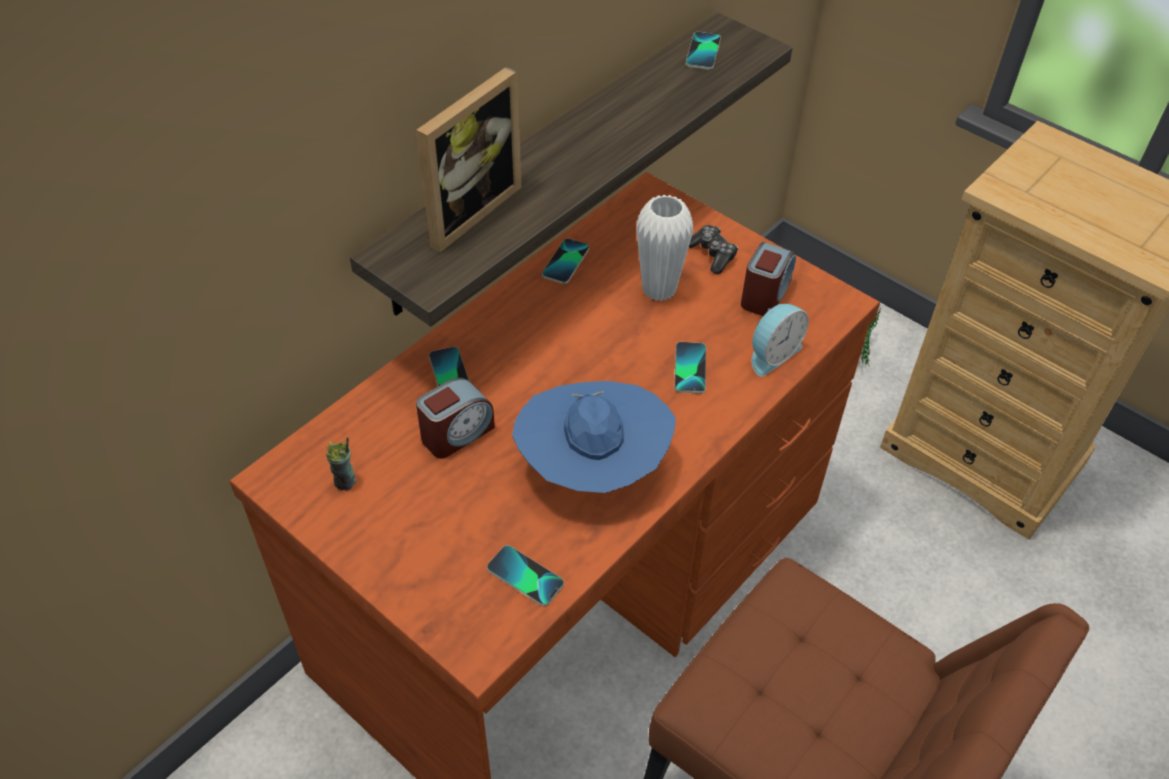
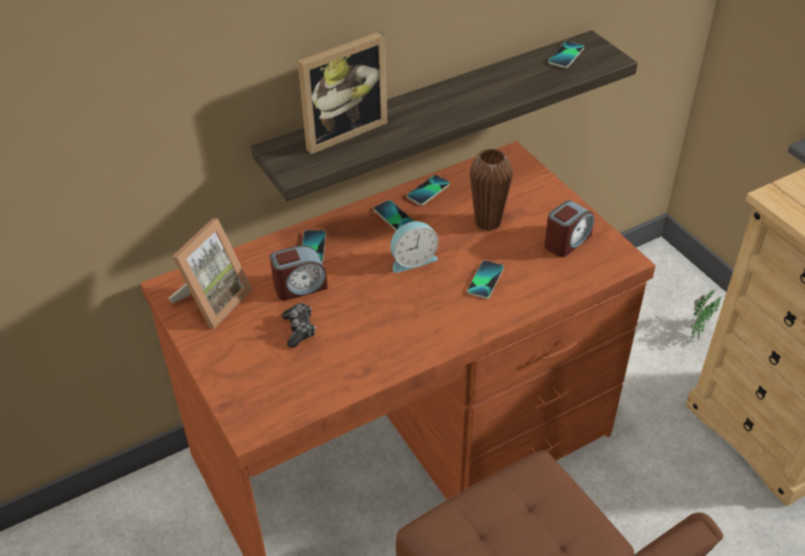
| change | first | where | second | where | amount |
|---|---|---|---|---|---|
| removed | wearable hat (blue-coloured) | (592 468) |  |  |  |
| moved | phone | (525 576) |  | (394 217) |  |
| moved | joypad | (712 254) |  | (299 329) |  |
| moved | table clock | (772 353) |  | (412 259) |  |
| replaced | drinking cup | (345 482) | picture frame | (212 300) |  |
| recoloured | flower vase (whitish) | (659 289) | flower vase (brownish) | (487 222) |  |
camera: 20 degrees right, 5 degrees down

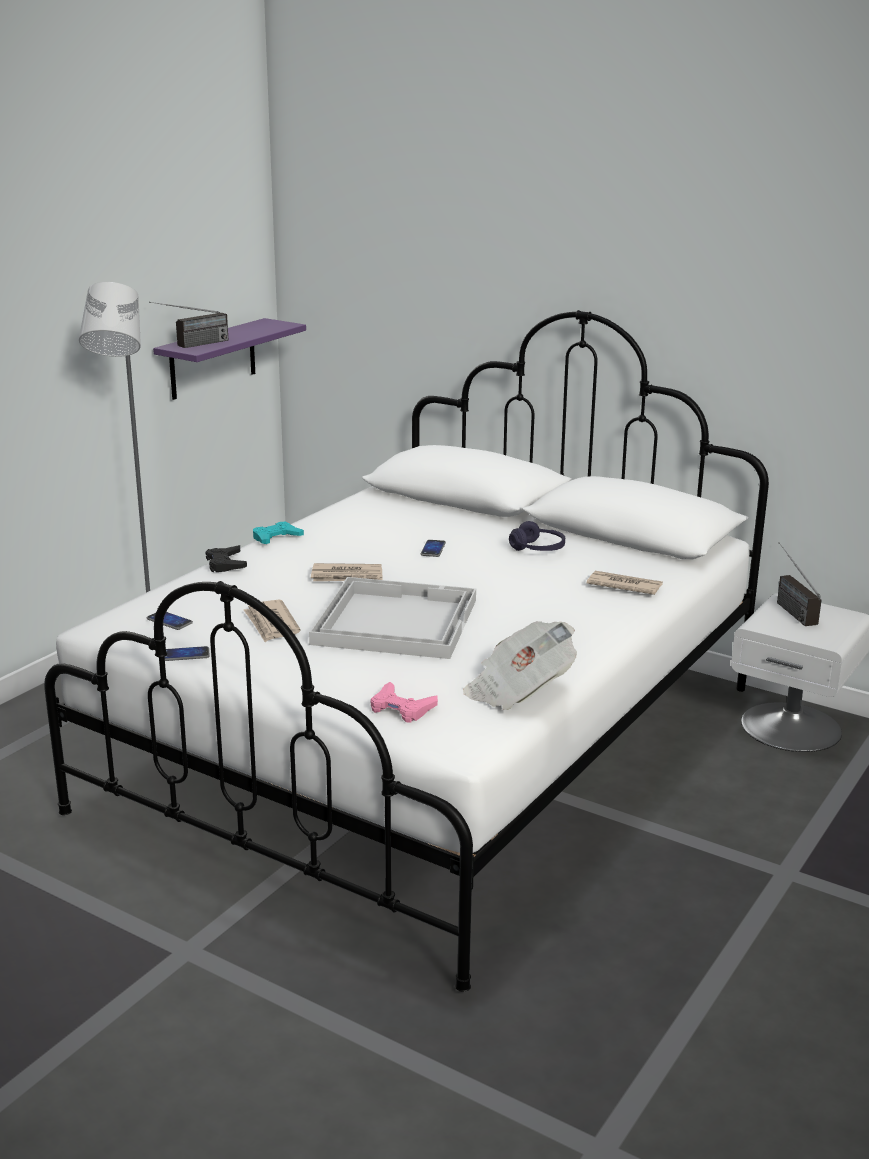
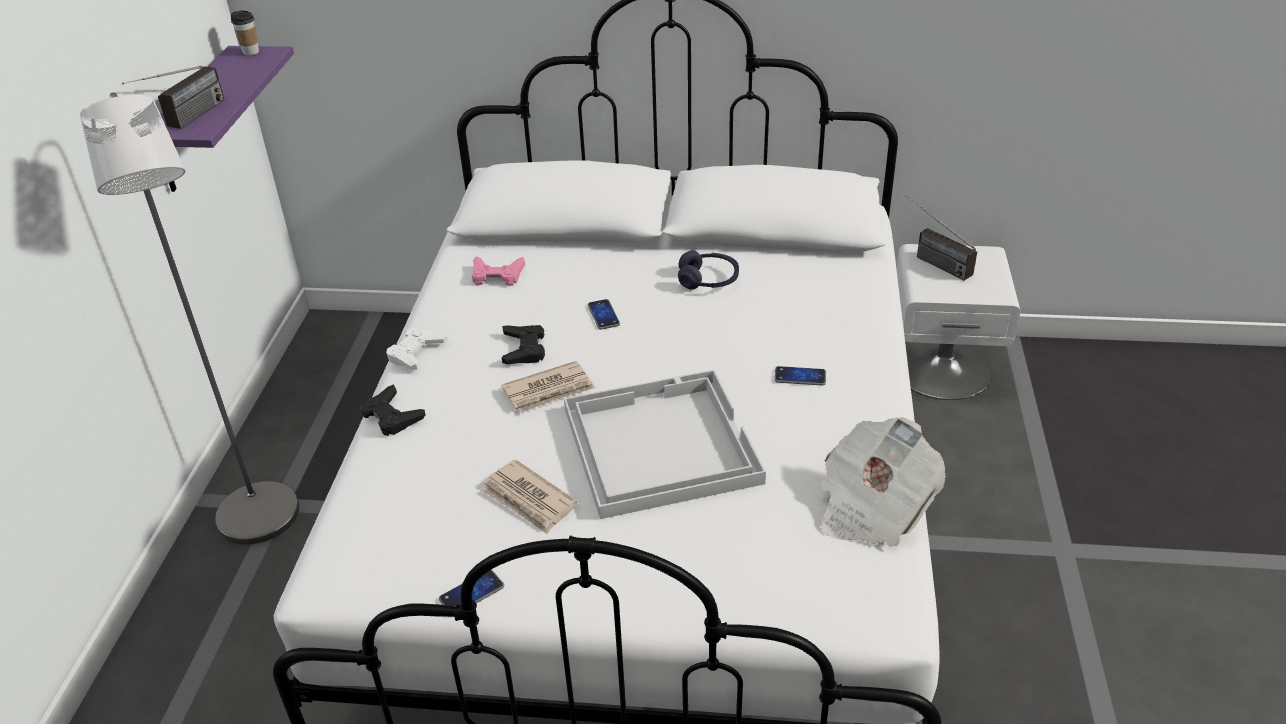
| change | first | where | second | where | amount |
|---|---|---|---|---|---|
| removed | newspaper | (623 586) |  |  |  |
| added |  |  | drinking cup | (251 52) |  |
| added |  |  | joypad (black) | (524 349) |  |
| moved | phone | (169 621) |  | (800 377) |  |
| moved | joypad (pinkish) | (401 708) |  | (497 275) |  |
| recoloured | joypad (turquoise) | (276 538) | joypad (whitish) | (416 353) |  |
camera: 25 degrees left, 15 degrees up

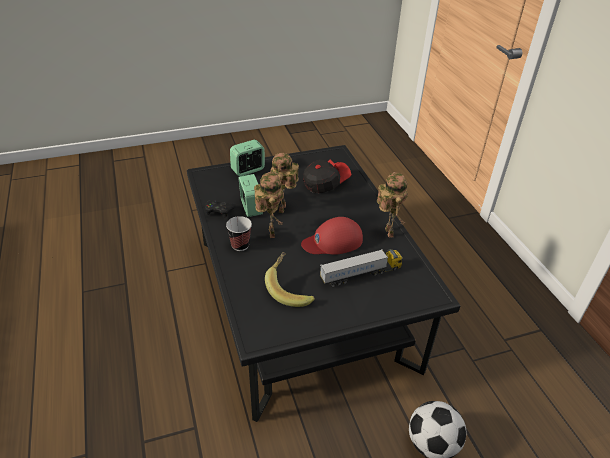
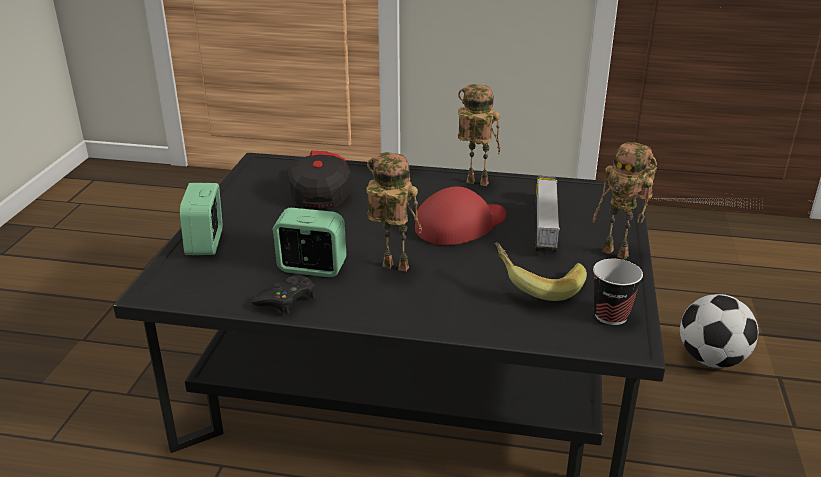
| change | first | where | second | where | amount |
|---|---|---|---|---|---|
| moved | drinking cup | (240 245) |  | (611 315) |  |
| moved | toy robot | (283 209) |  | (618 253) |  |
| turned | cap (reddish) | (333 241) |  | (460 224) | 135 degrees counterclockwise |
camera: 60 degrees left, 10 degrees down

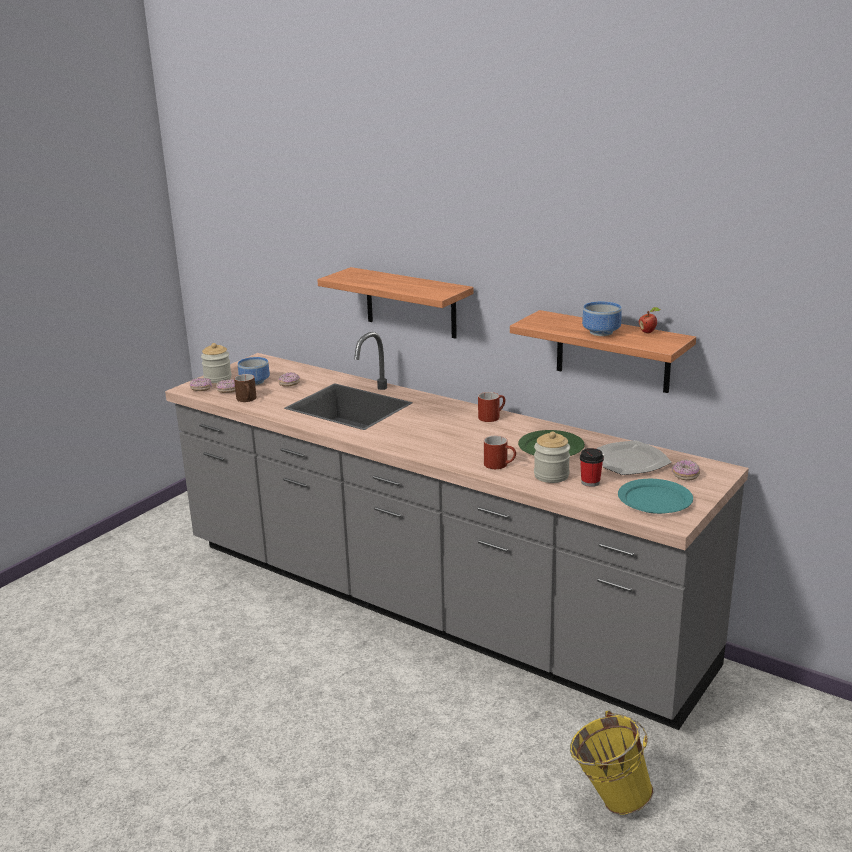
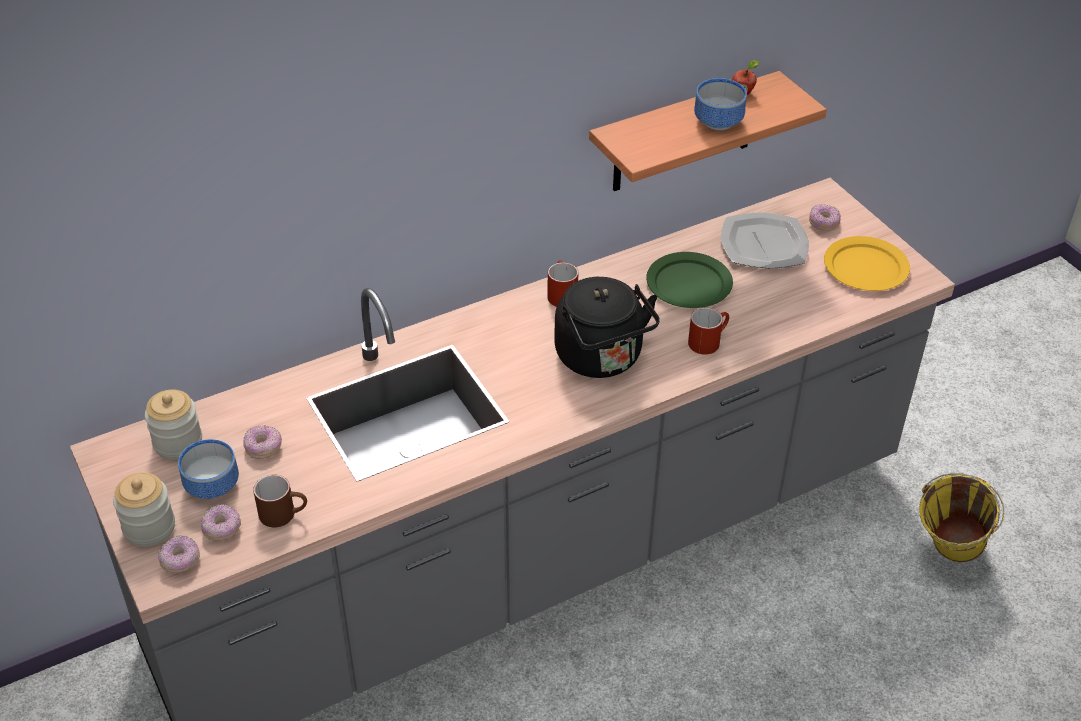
| change | first | where | second | where | amount |
|---|---|---|---|---|---|
| removed | bracket shelf | (410 303) |  |  |  |
| removed | drinking cup | (590 482) |  |  |  |
| added |  |  | kettle (black) | (602 359) |  |
| moved | preserve jar | (551 475) |  | (178 442) |  |
| recoloured | dinner plate (turquoise) | (654 500) | dinner plate (yellow) | (866 268) |  |
camera: 65 degrees left, 20 degrees up

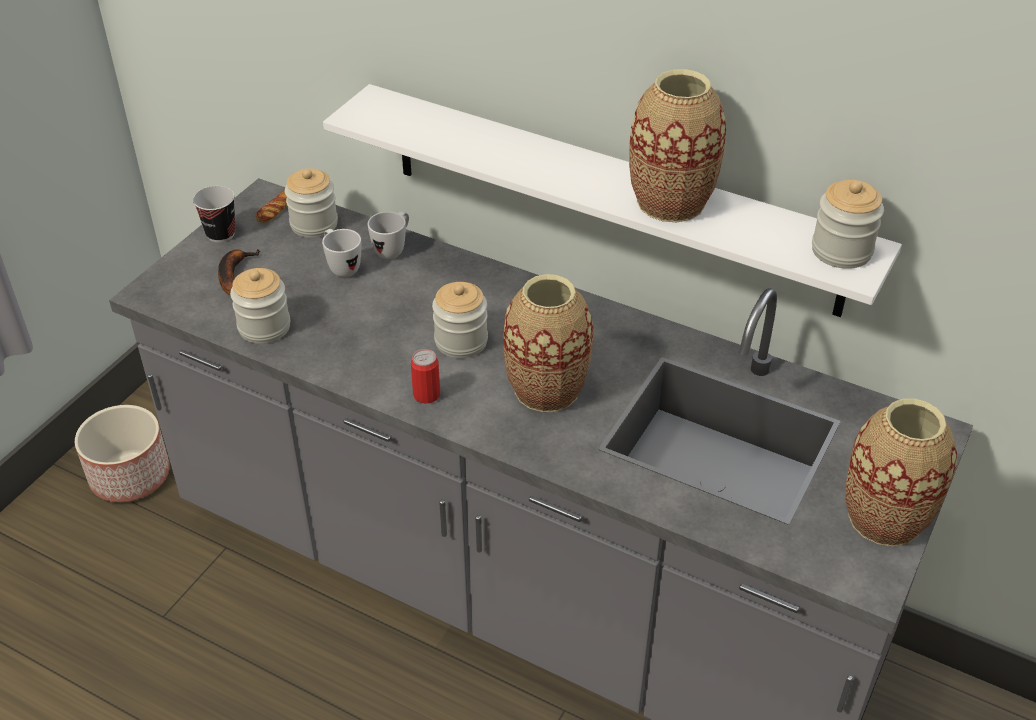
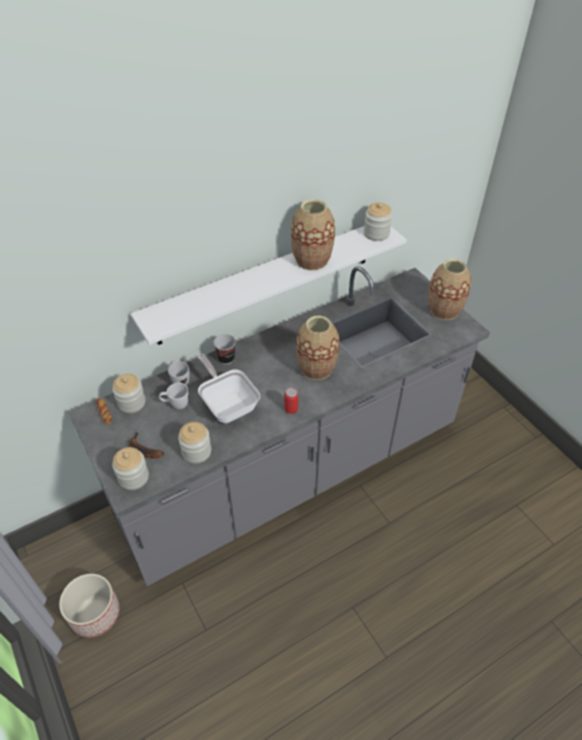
| change | first | where | second | where | amount |
|---|---|---|---|---|---|
| added |  |  | skillet | (228 404) |  |
| moved | drinking cup | (221 234) |  | (226 358) |  |
| moved | preserve jar | (461 341) |  | (133 477) |  |
camera: 60 degrees left, 5 degrees up

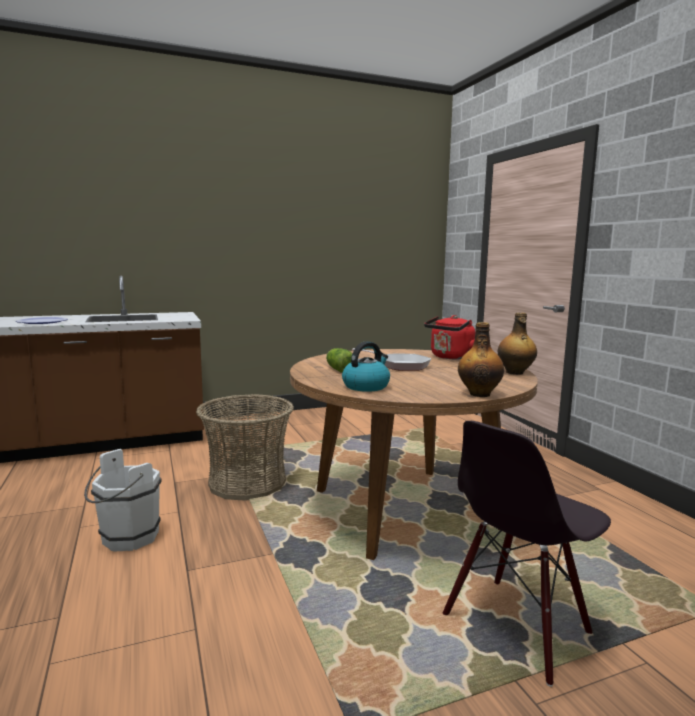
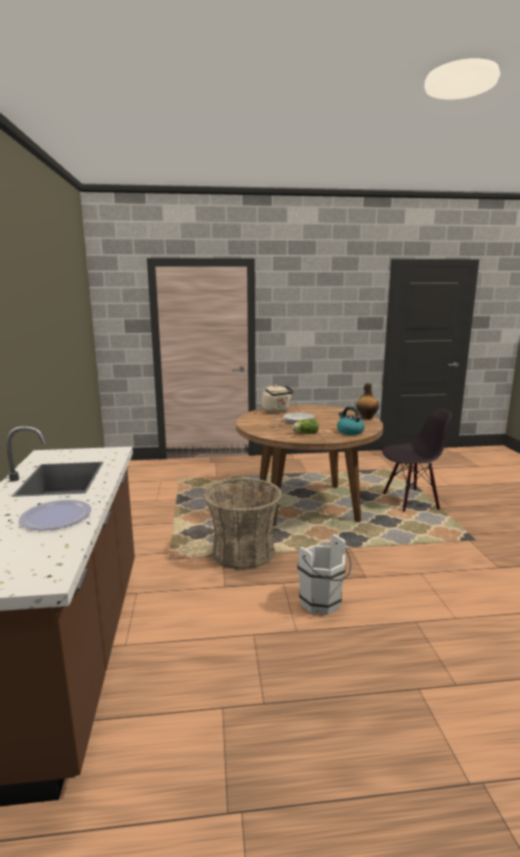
| change | first | where | second | where | amount |
|---|---|---|---|---|---|
| removed | drink bottle | (515 372) |  |  |  |
| recoloured | kettle (reddish) | (450 357) | kettle (beige) | (276 411) |  |
| turned | upright chair (black) | (517 626) |  | (410 501) | 75 degrees counterclockwise |
camera: 75 degrees left, 5 degrees up

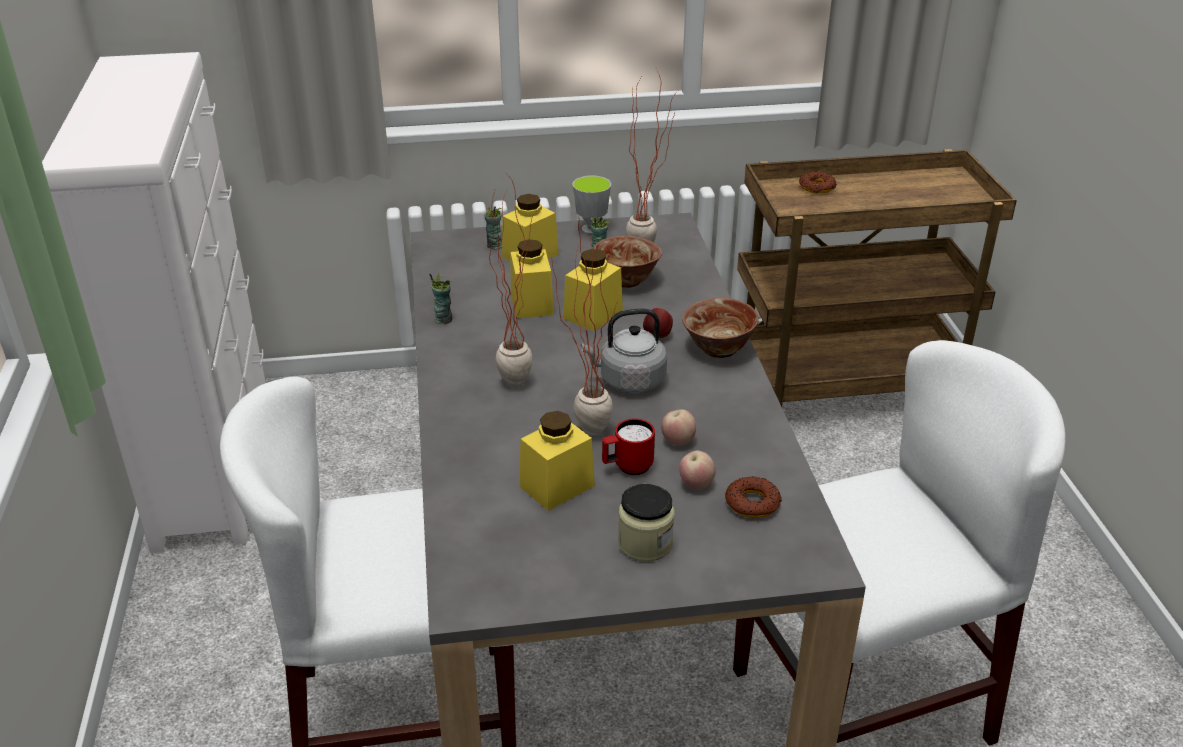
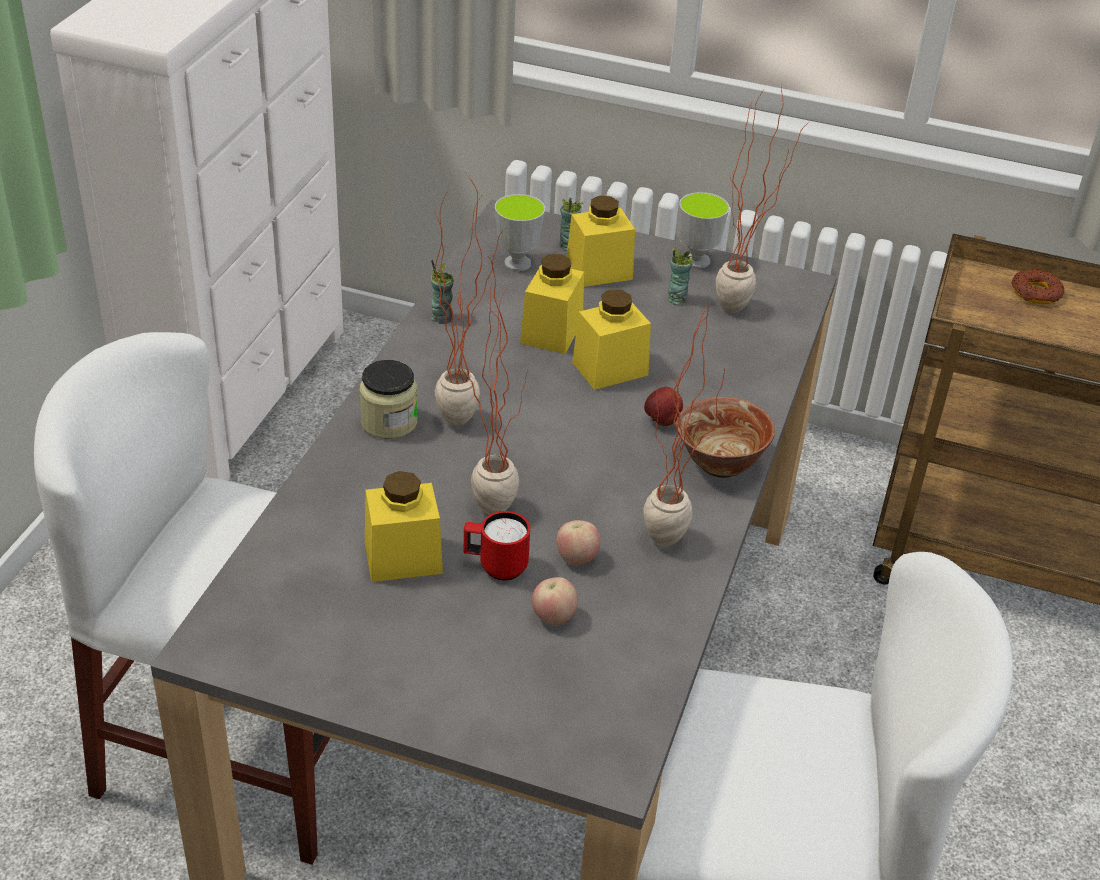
| change | first | where | second | where | amount |
|---|---|---|---|---|---|
| removed | kettle (greyish) | (628 381) |  |  |  |
| removed | bowl | (625 280) |  |  |  |
| removed | doughnut | (752 503) |  |  |  |
| added |  |  | drinking cup | (517 263) |  |
| added |  |  | houseplant | (665 550) |  |
| moved | preserve jar | (645 543) |  | (389 422) |  |
camera: 25 degrees right, 5 degrees up

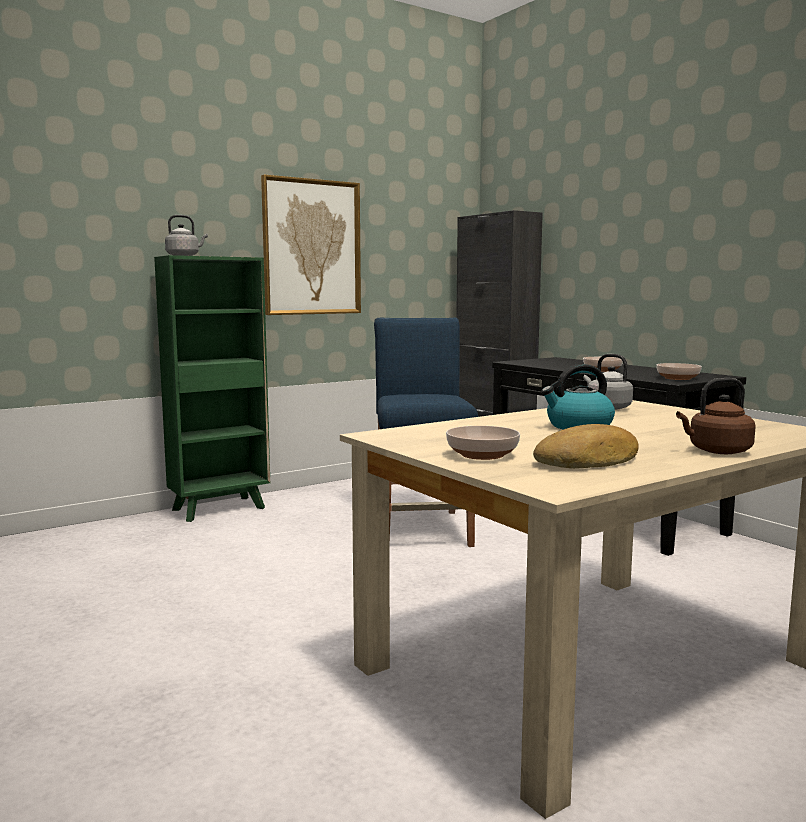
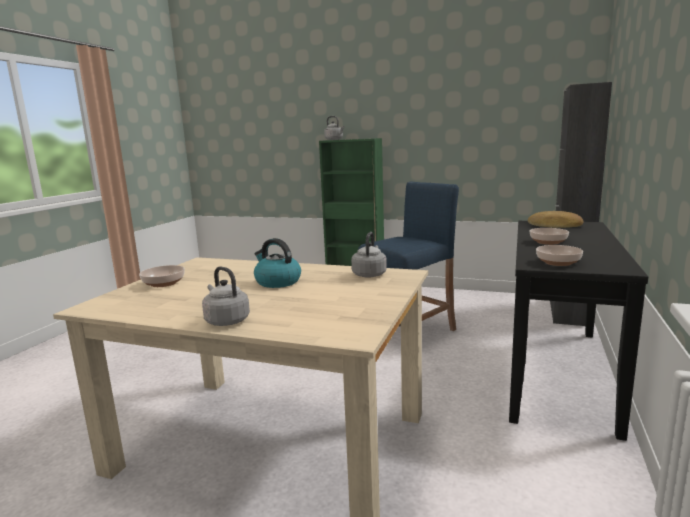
| change | first | where | second | where | amount |
|---|---|---|---|---|---|
| removed | wall art | (312 247) |  |  |  |
| moved | baked bread | (589 460) |  | (555 225) |  |
| recoloured | kettle (brownish) | (716 451) | kettle (greyish) | (226 320) |  |
camera: 55 degrees right, 5 degrees up

